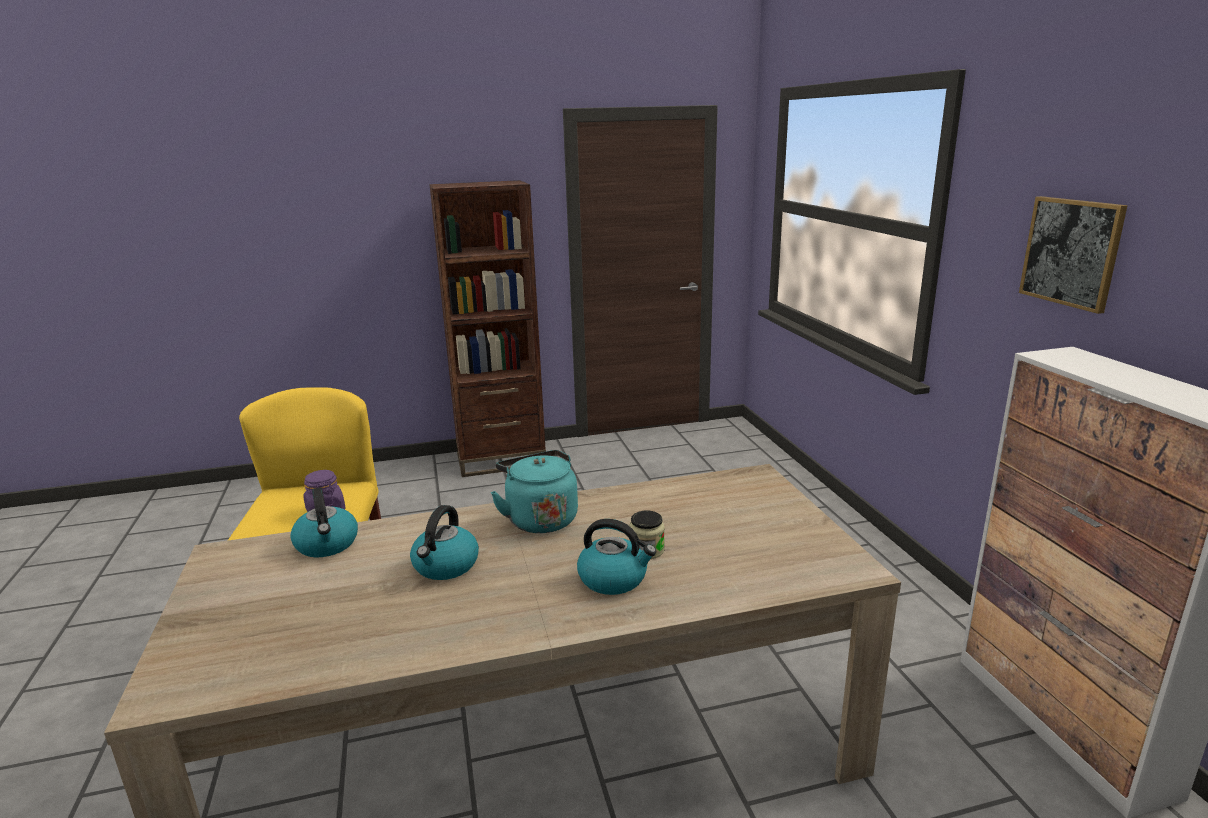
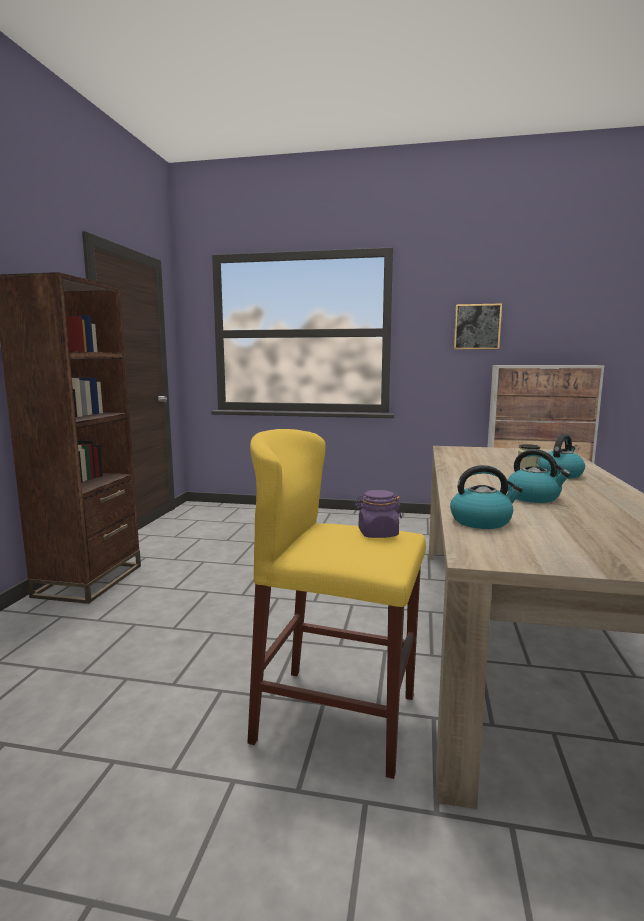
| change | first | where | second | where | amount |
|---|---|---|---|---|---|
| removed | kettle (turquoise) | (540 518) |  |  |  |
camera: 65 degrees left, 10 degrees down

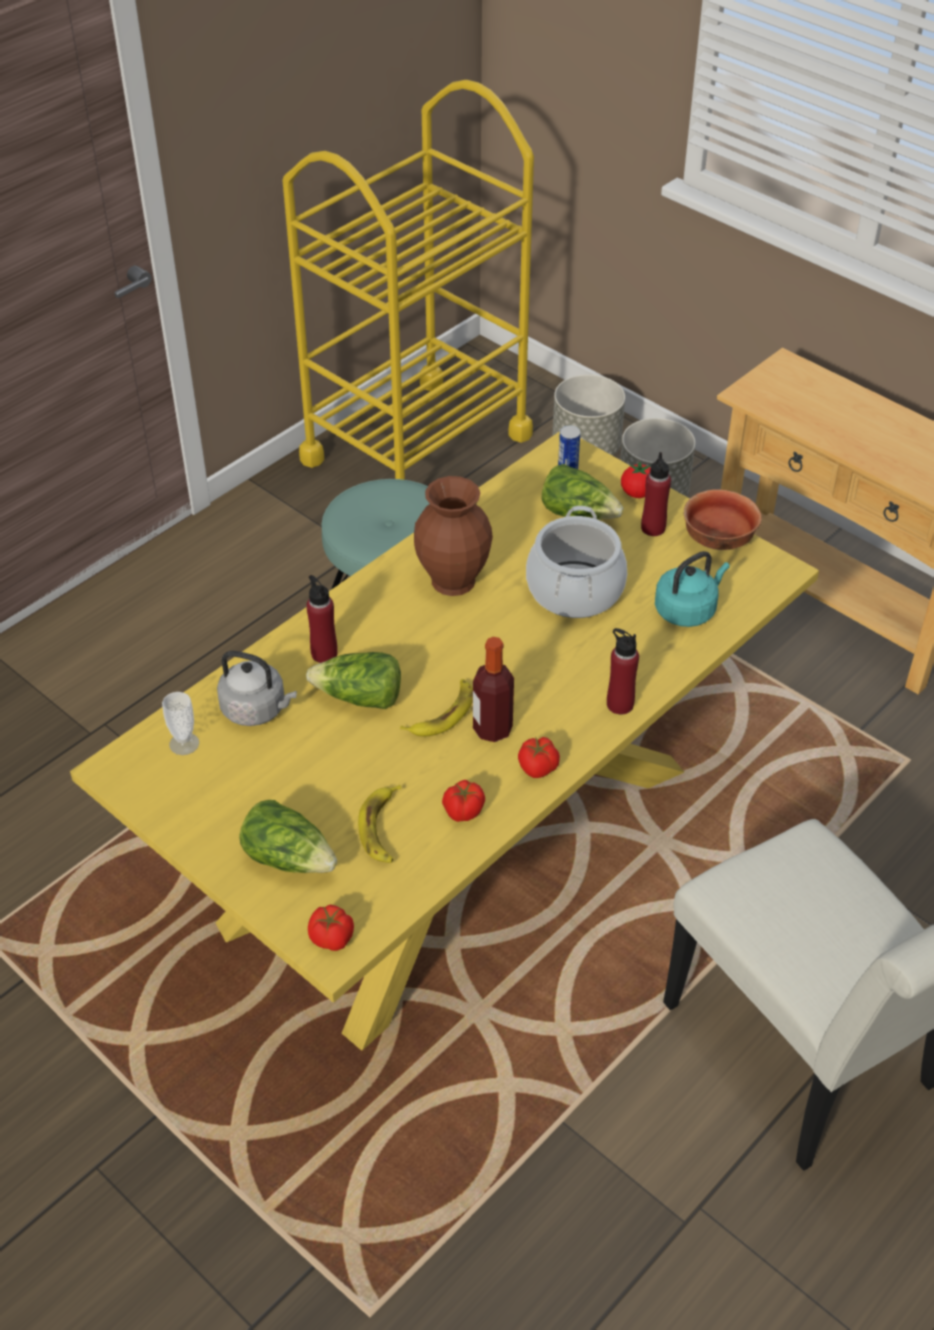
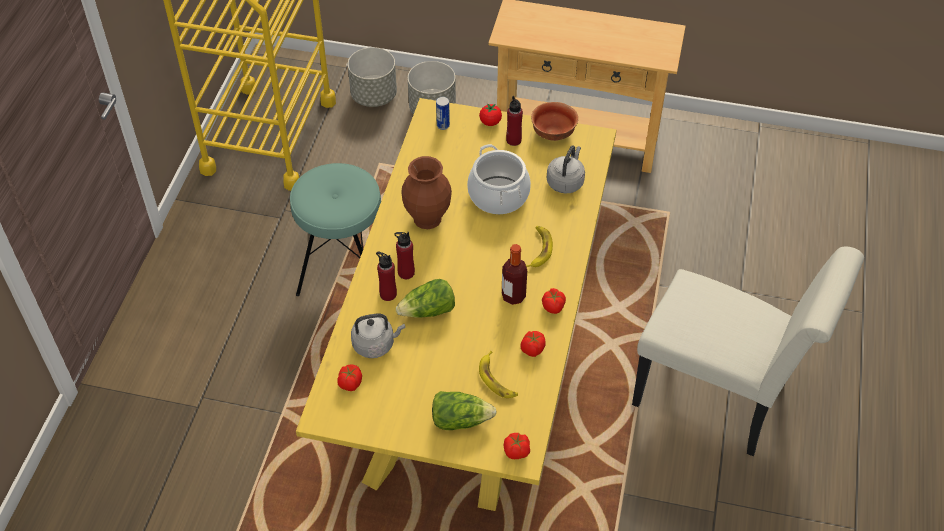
| change | first | where | second | where | amount |
|---|---|---|---|---|---|
| removed | head of lettuce | (578 513) |  |  |  |
| moved | whole banana | (443 713) |  | (539 249) |  |
| moved | drink bottle (reddish) | (620 704) |  | (406 272) |  |
| replaced | drinking cup | (184 744) | tomato | (350 383) |  |
| recoloured | kettle (turquoise) | (687 610) | kettle (greyish) | (566 181) |  |
camera: 30 degrees left, 5 degrees up

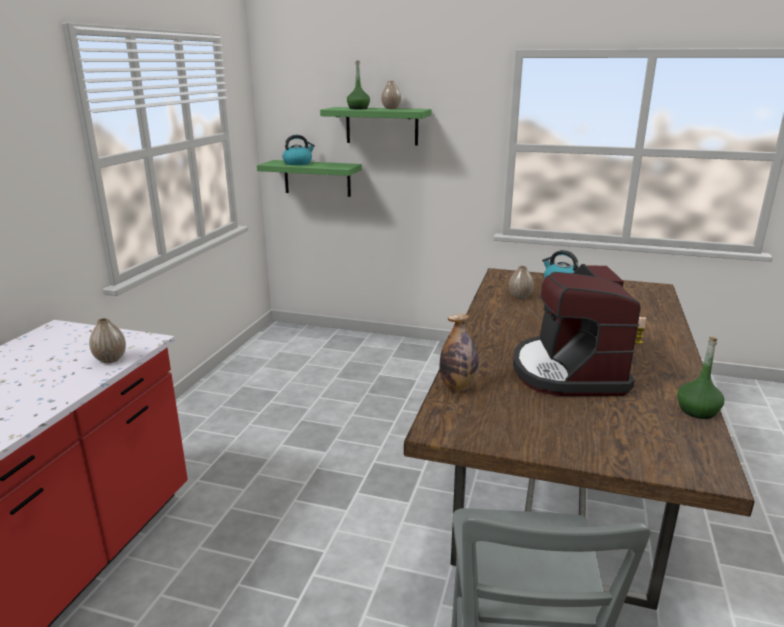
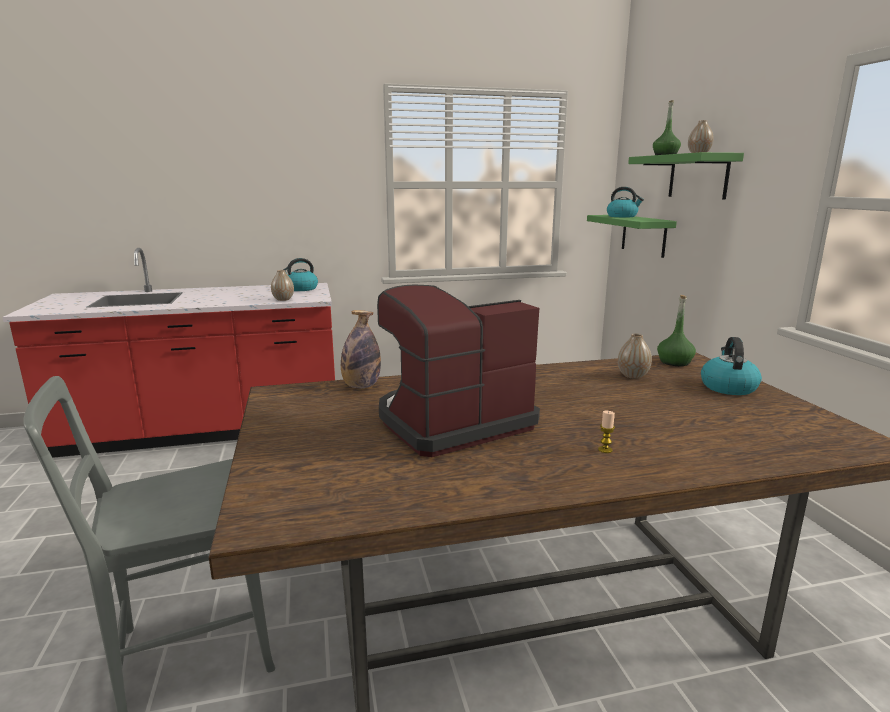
| change | first | where | second | where | amount |
|---|---|---|---|---|---|
| added |  |  | kettle | (301 289) |  |
| moved | drink bottle (green) | (697 410) |  | (674 362) |  |
camera: 60 degrees right, 5 degrees down

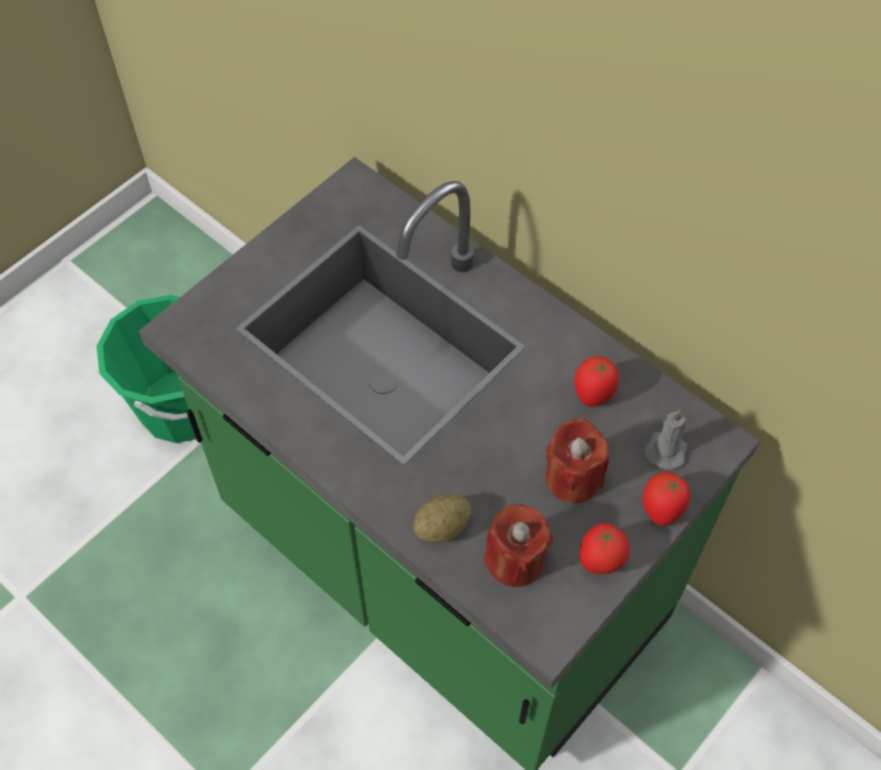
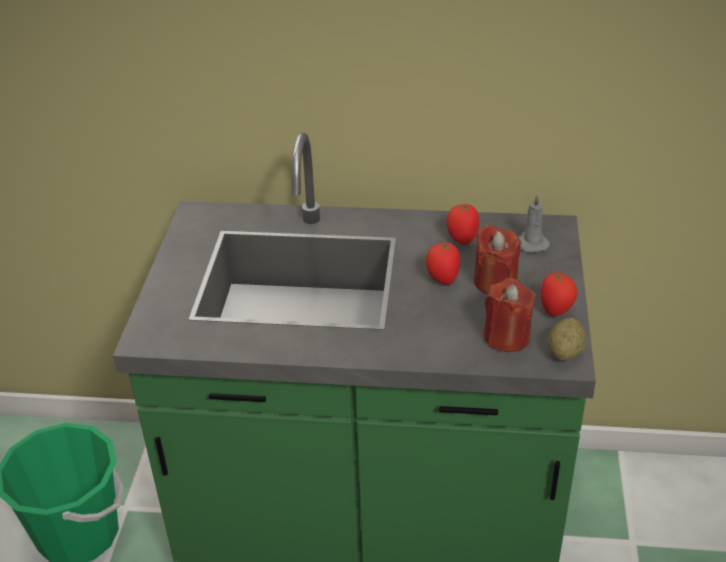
| change | first | where | second | where | amount |
|---|---|---|---|---|---|
| moved | whole potato | (442 527) |  | (565 352) |  |
| moved | tomato | (661 509) |  | (442 279) |  |
camera: 35 degrees left, 20 degrees down

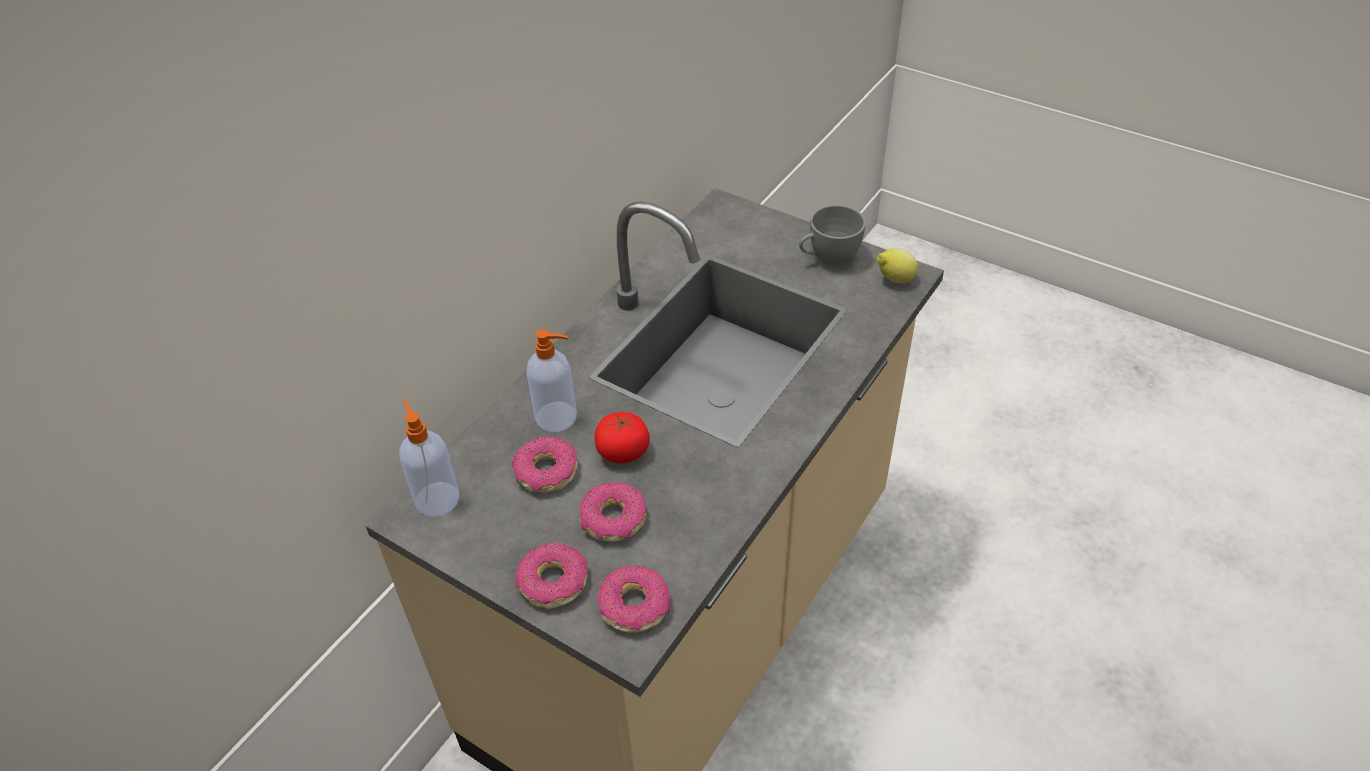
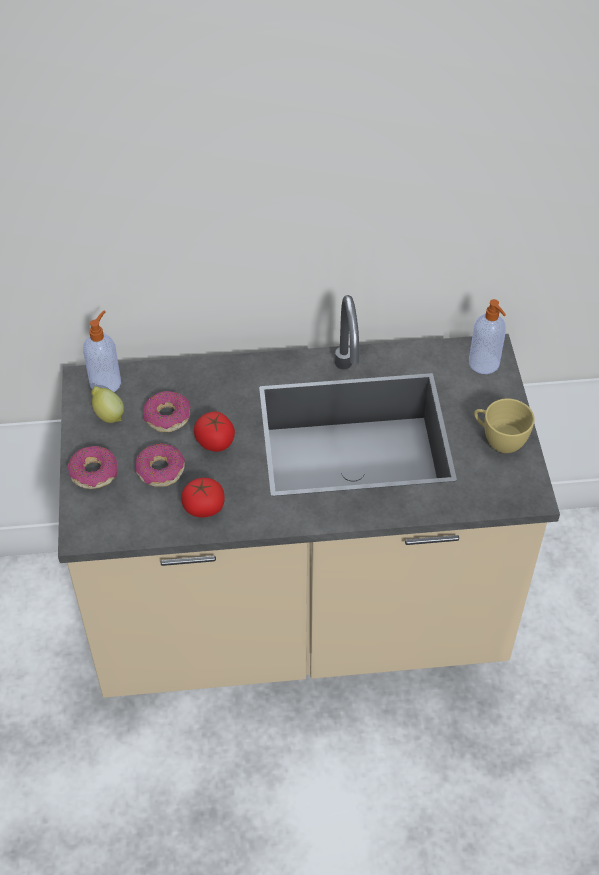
| change | first | where | second | where | amount |
|---|---|---|---|---|---|
| removed | doughnut | (634 605) |  |  |  |
| added |  |  | tomato | (204 508) |  |
| moved | soap bottle | (557 417) |  | (484 364) |  |
| moved | lemon | (894 280) |  | (108 415) |  |
| recoloured | drinking cup (greyish) | (828 259) | drinking cup (yellow) | (498 440) |  |
camera: 50 degrees right, 5 degrees up

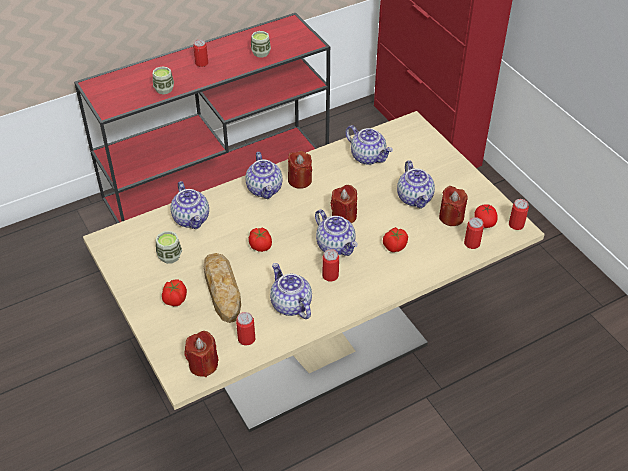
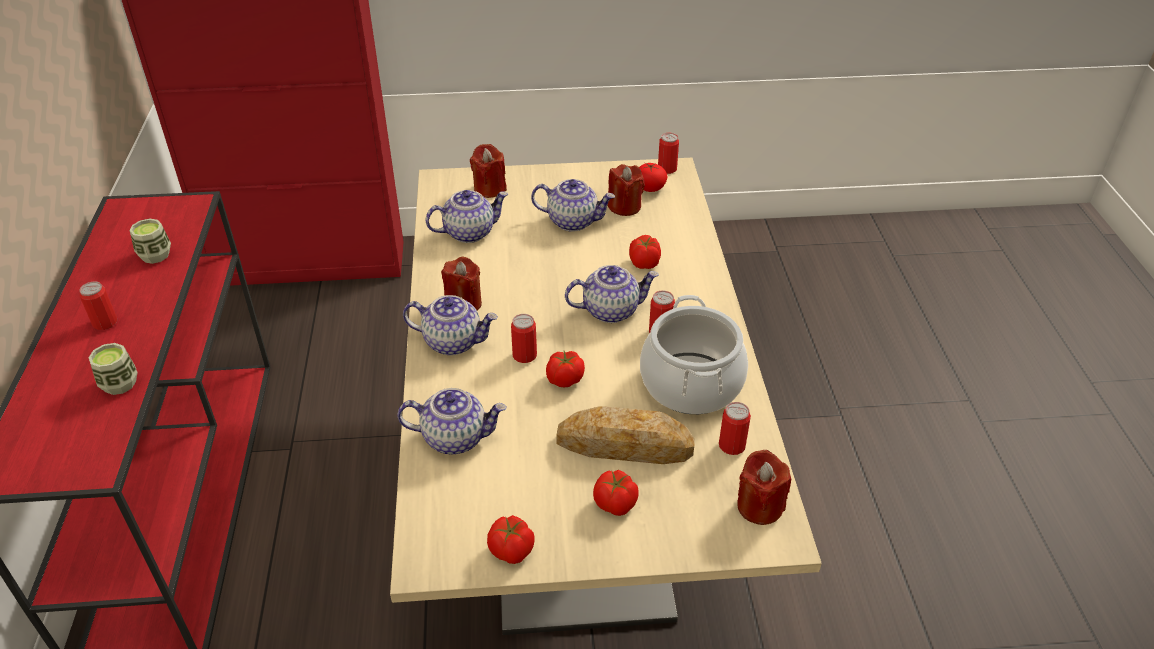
| change | first | where | second | where | amount |
|---|---|---|---|---|---|
| removed | drinking cup | (170 256) |  |  |  |
| added |  |  | tomato | (511 551) |  |
| moved | wax candle (reddish) | (344 216) |  | (489 189) |  |
| moved | can | (472 243) |  | (524 355) |  |
| replaced | teapot | (290 305) | cooking pot | (691 383) |  |
camera: 65 degrees left, 5 degrees down

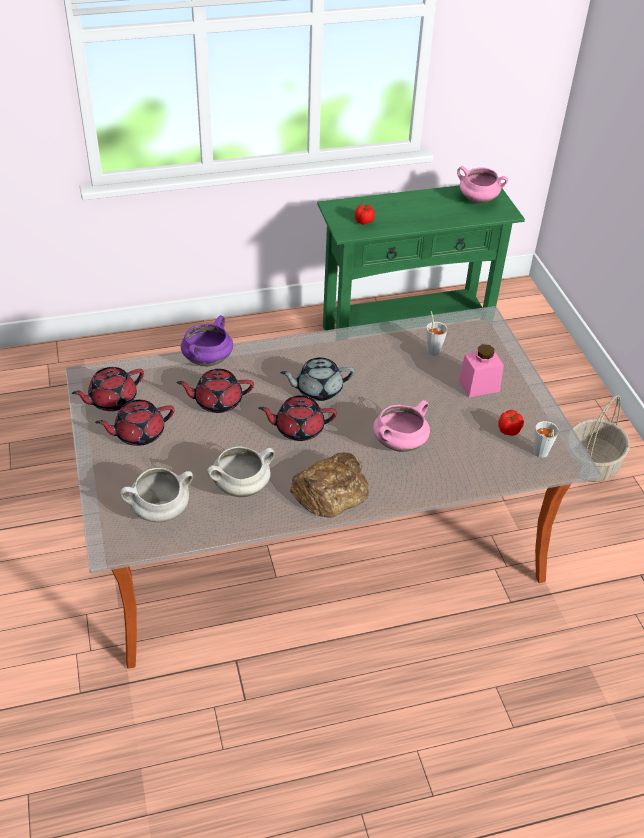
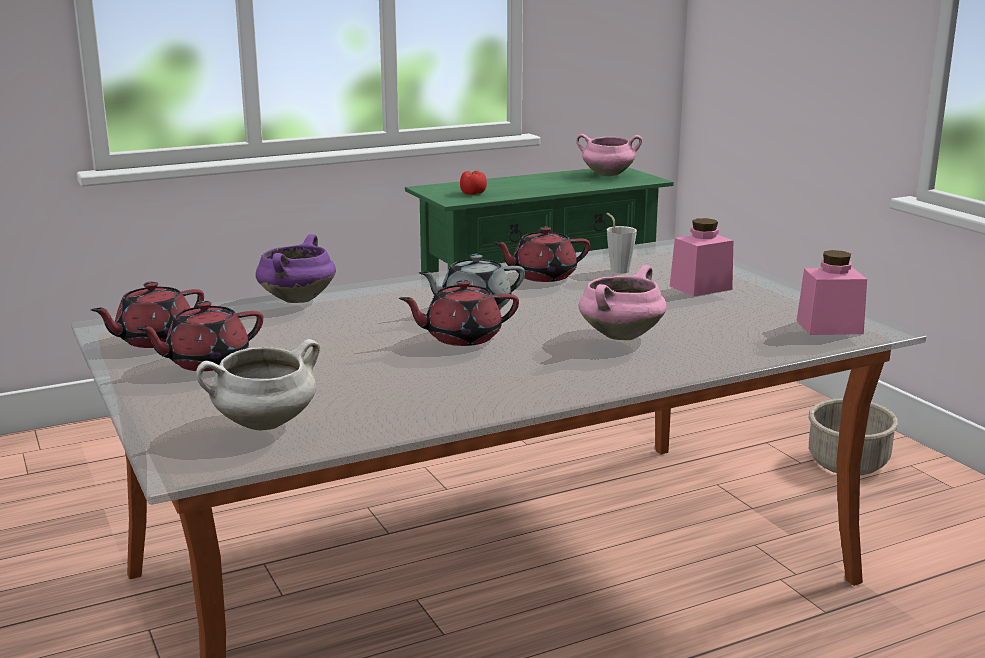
| change | first | where | second | where | amount |
|---|---|---|---|---|---|
| removed | cooking pot (whitish) | (242 487) |  |  |  |
| removed | baked bread | (331 490) |  |  |  |
| removed | tomato | (508 430) |  |  |  |
| moved | teapot (reddish) | (217 401) |  | (542 276) |  |
| replaced | drinking cup (greyish) | (540 454) | preserve jar (pinkish) | (829 327) |  |
camera: 10 degrees left, 25 degrees down

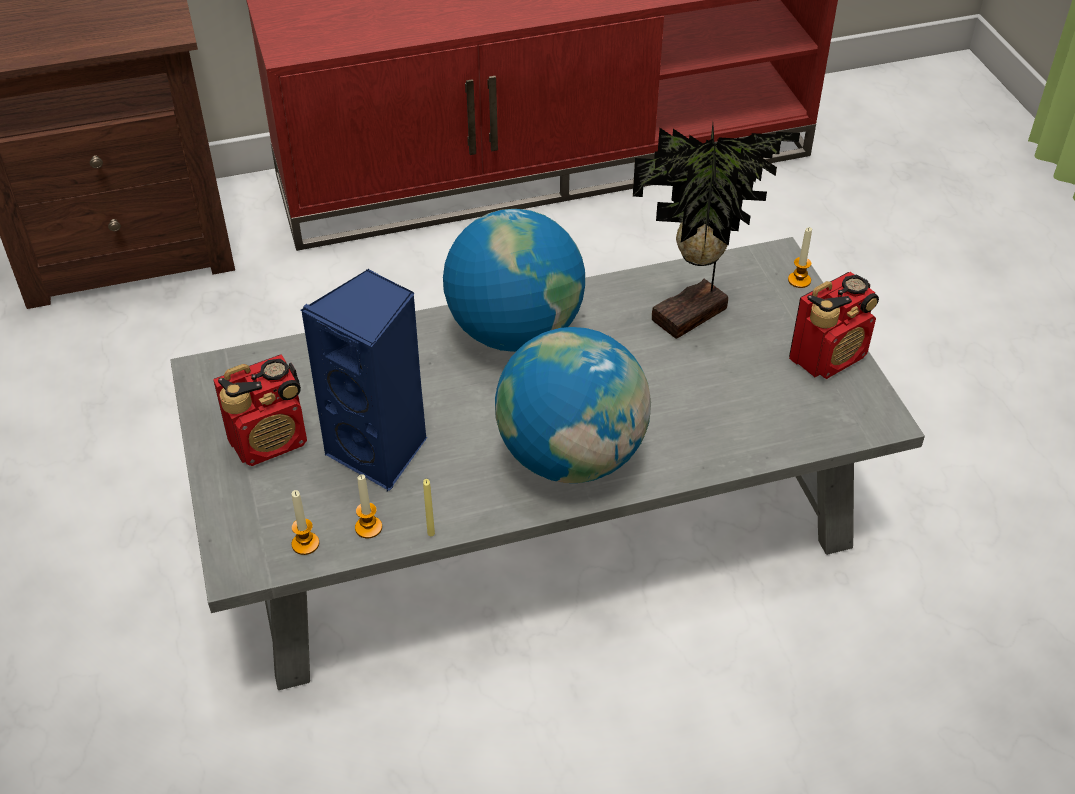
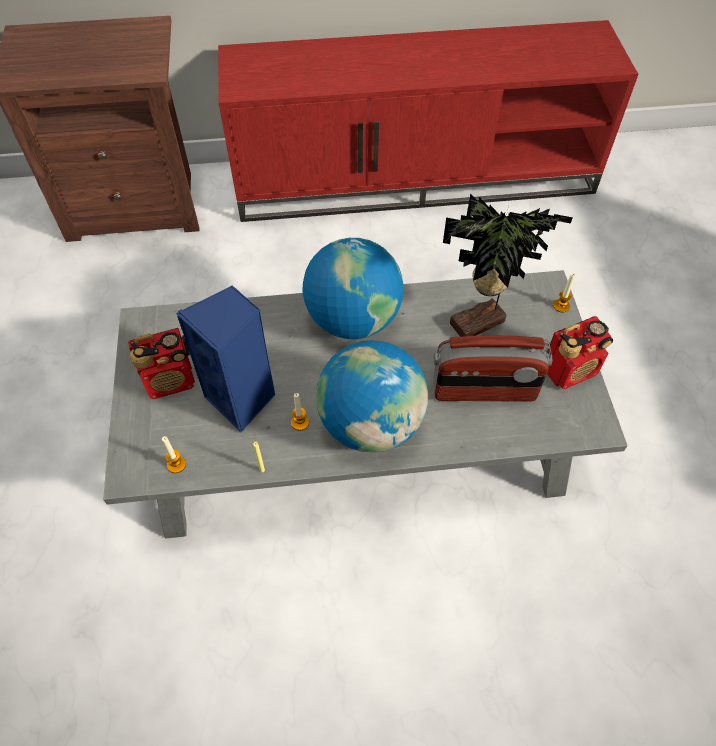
| change | first | where | second | where | amount |
|---|---|---|---|---|---|
| added |  |  | radio receiver | (484 391) |  |
| moved | wax candle | (368 527) |  | (300 422) |  |
camera: 10 degrees right, 10 degrees up

